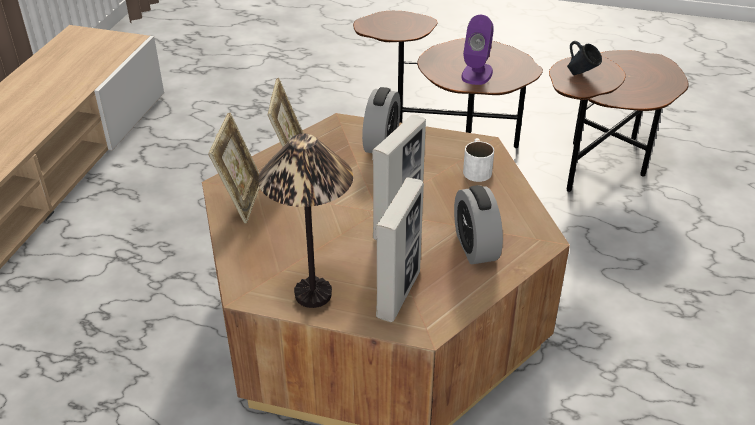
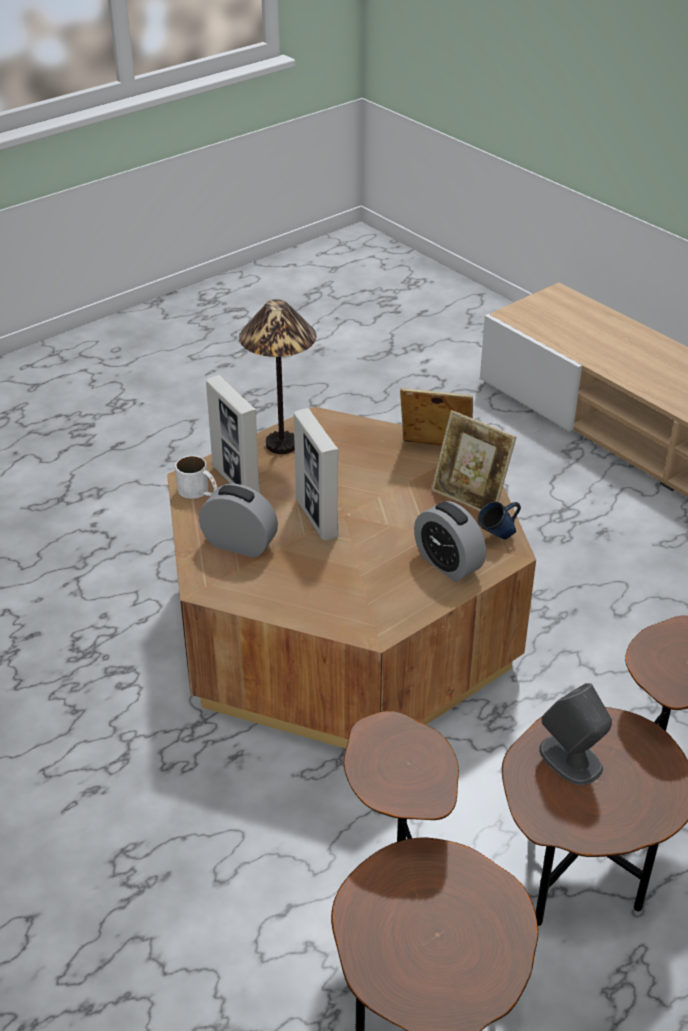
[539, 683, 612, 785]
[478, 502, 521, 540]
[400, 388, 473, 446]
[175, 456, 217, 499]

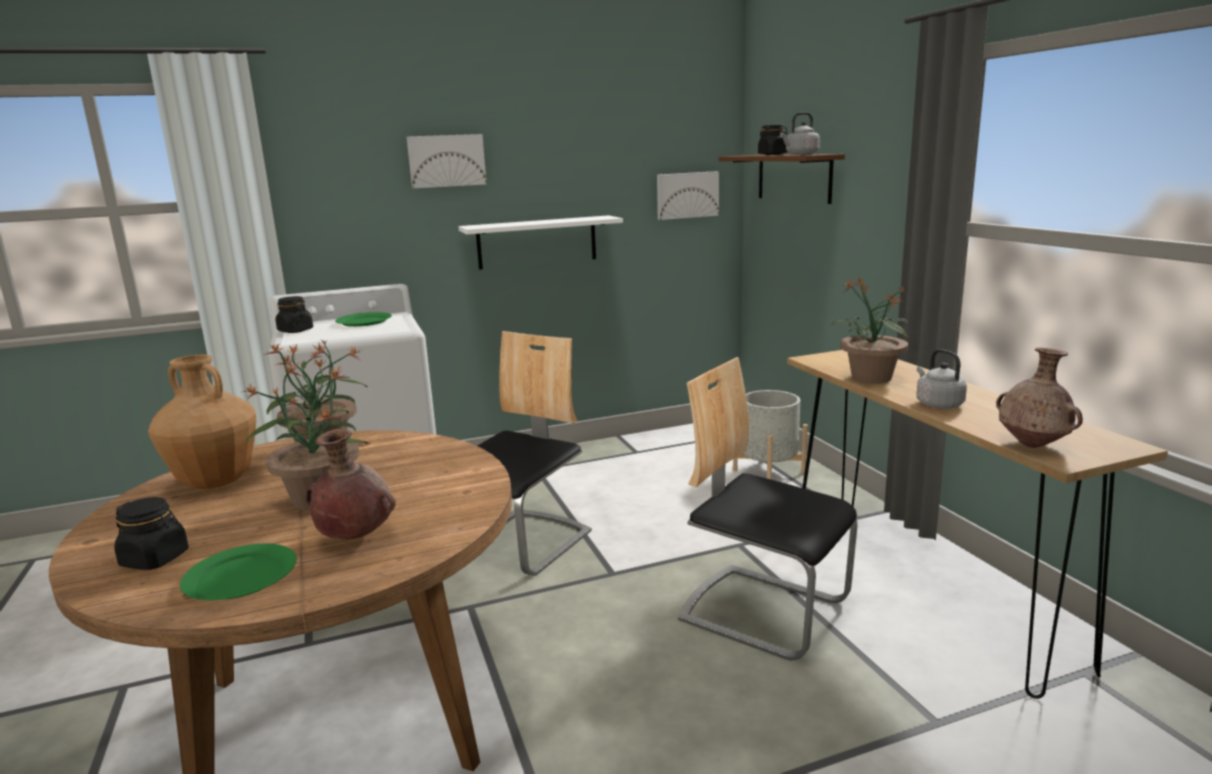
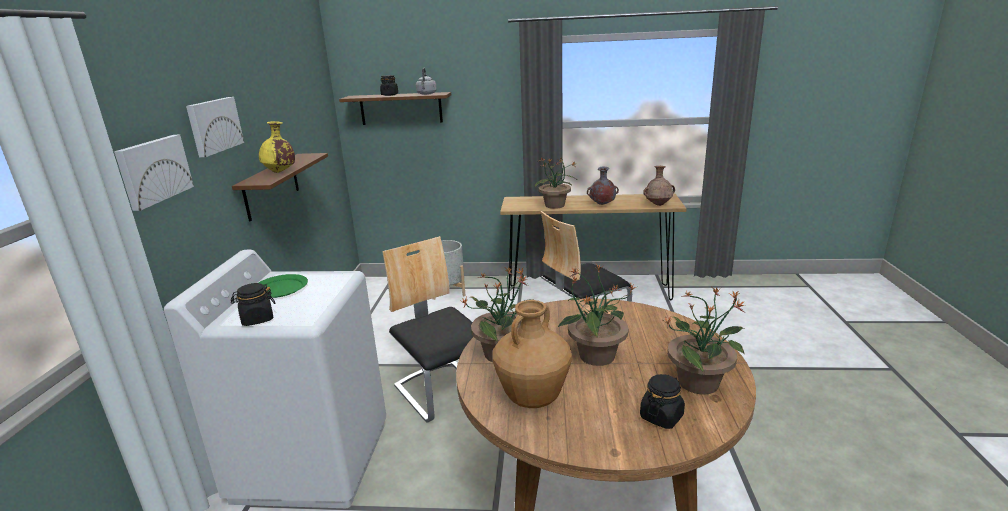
[114, 135, 194, 211]
[232, 153, 328, 221]
[587, 166, 619, 205]
[306, 429, 396, 539] (first image)
[663, 288, 745, 395]
[259, 121, 295, 173]

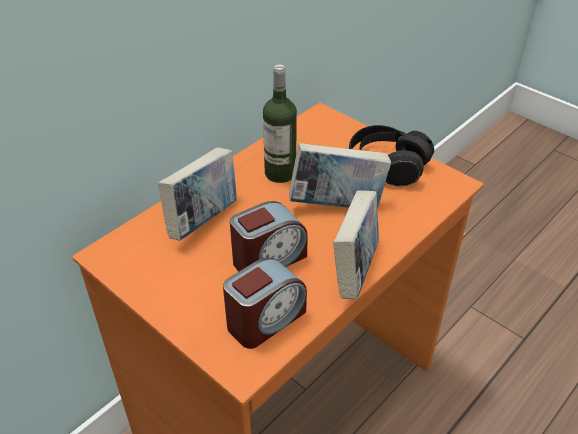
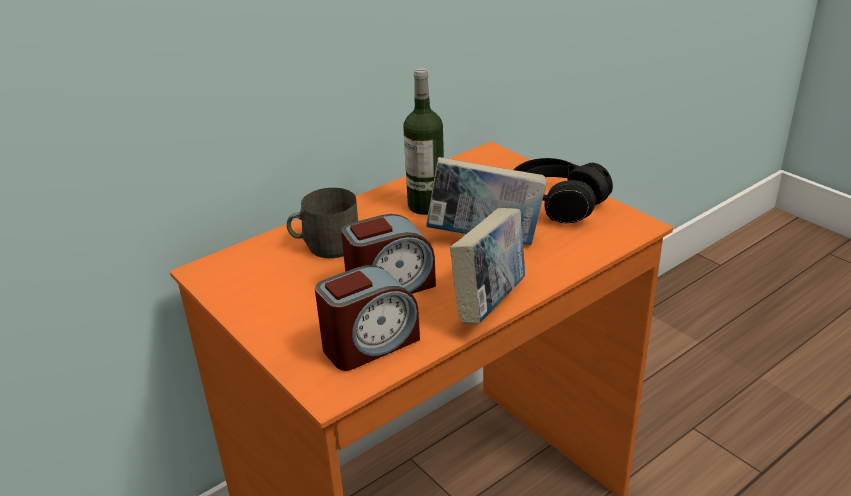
[287, 188, 358, 258]

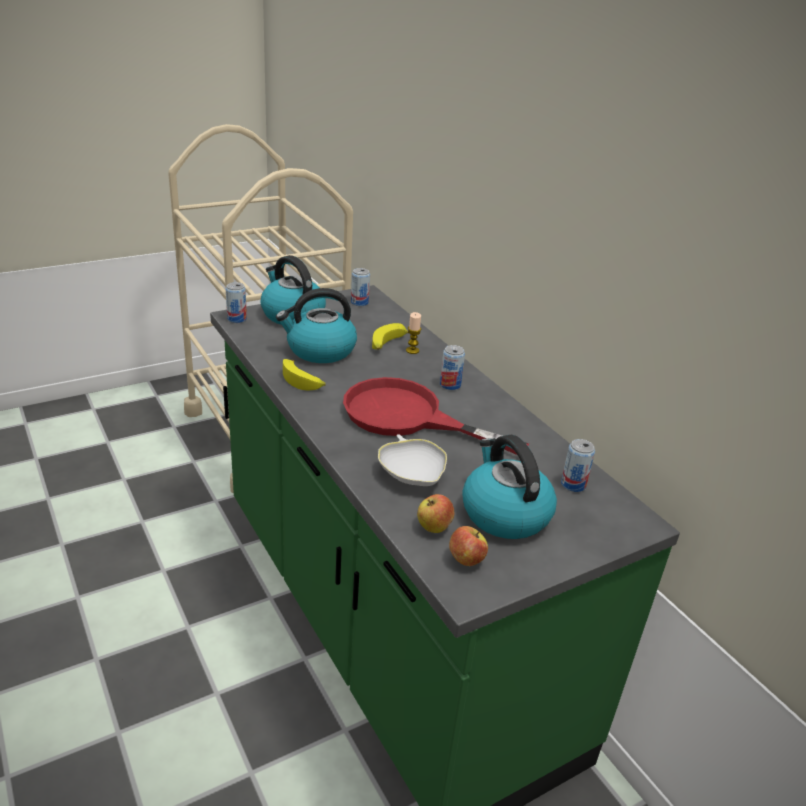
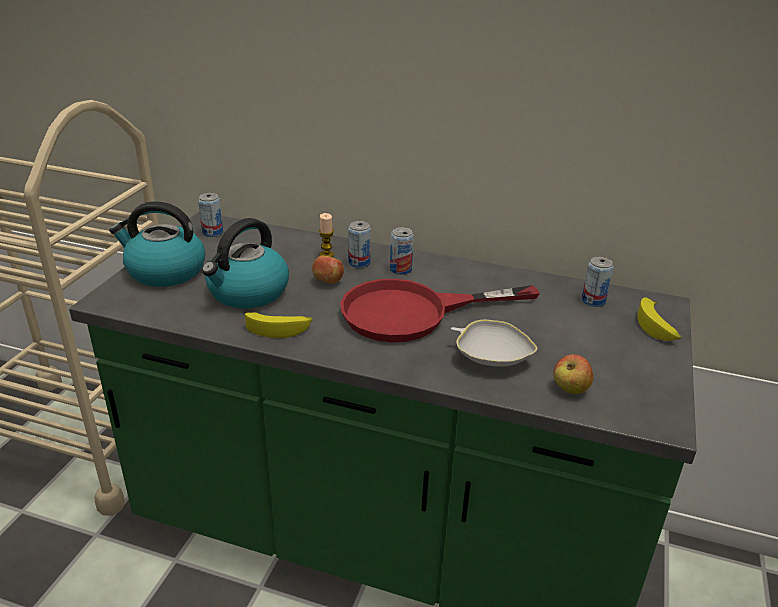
[348, 221, 371, 268]
[637, 297, 681, 341]
[462, 435, 557, 539] (first image)
[312, 254, 344, 284]

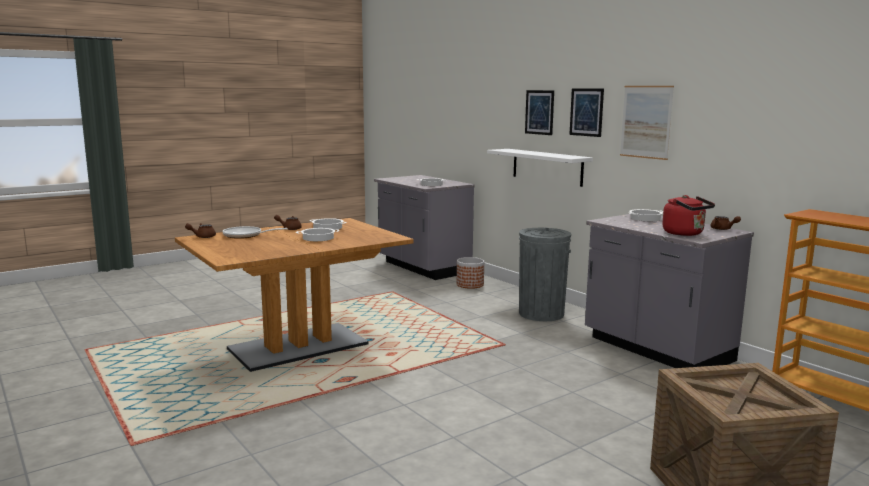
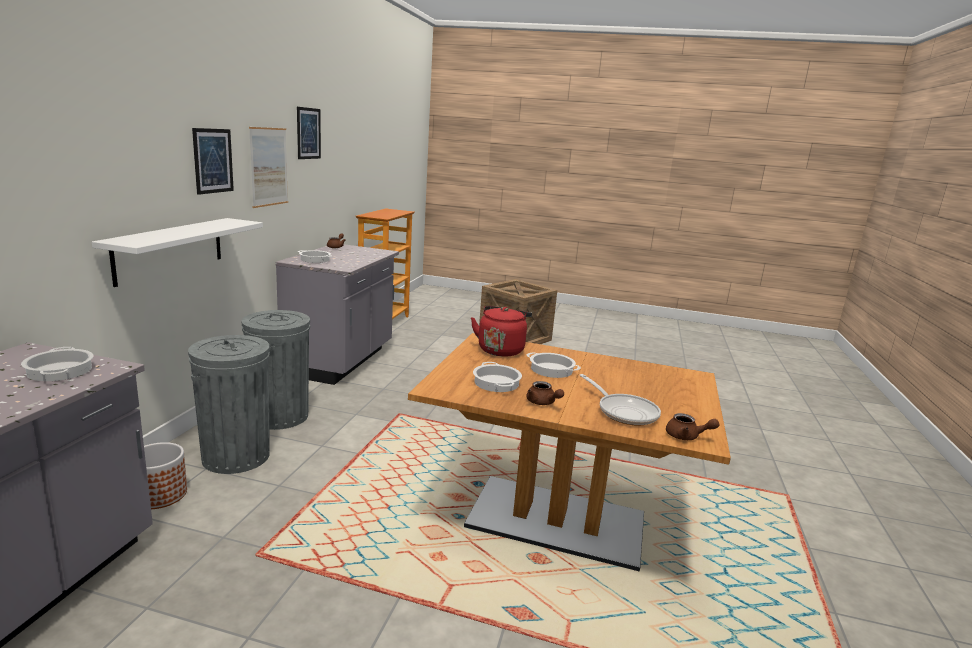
[297, 107, 321, 159]
[471, 306, 532, 357]
[188, 335, 270, 474]

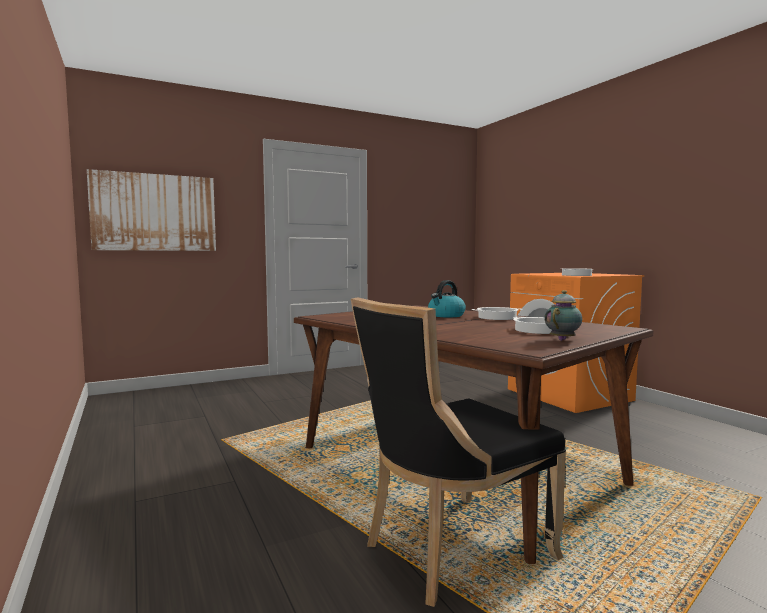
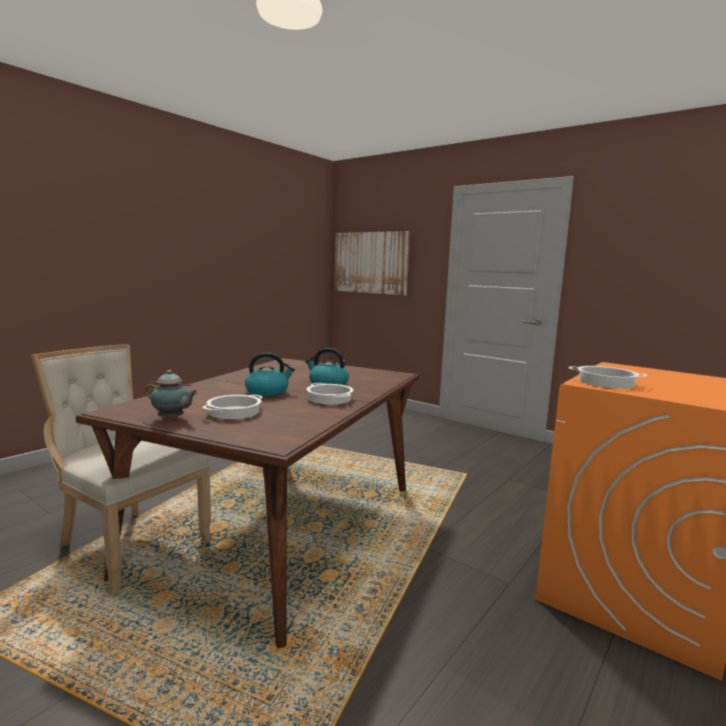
[31, 344, 213, 595]
[245, 352, 295, 397]

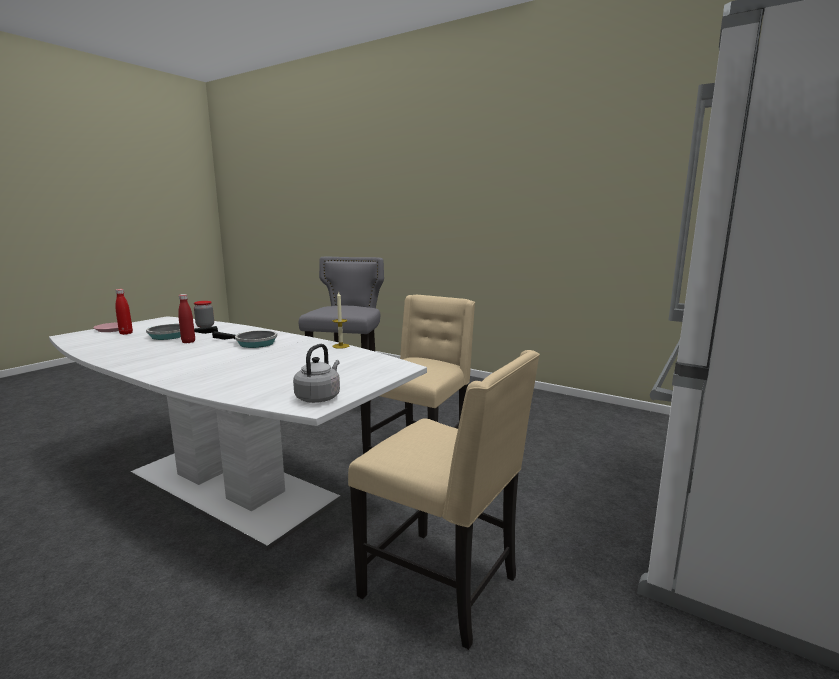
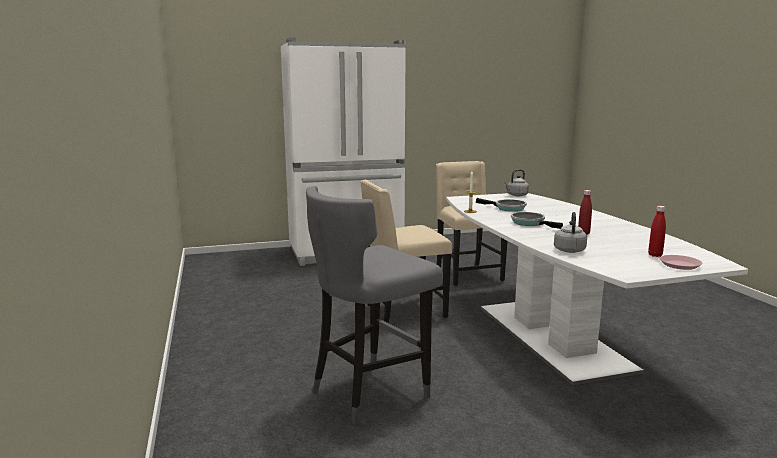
[554, 212, 587, 253]
[476, 198, 527, 212]

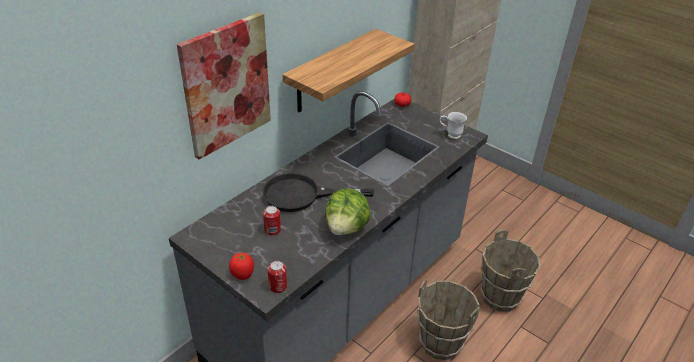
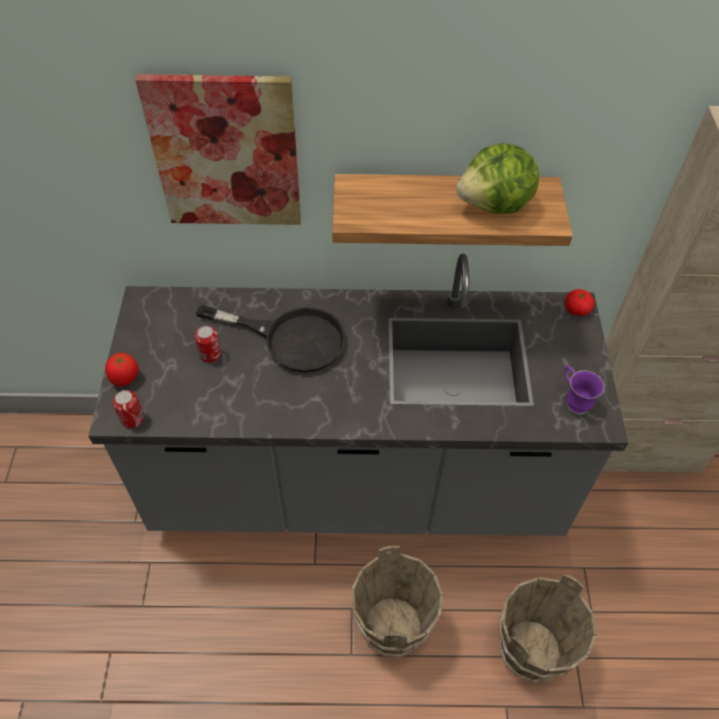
[564, 365, 604, 415]
[196, 305, 346, 373]
[456, 143, 539, 214]

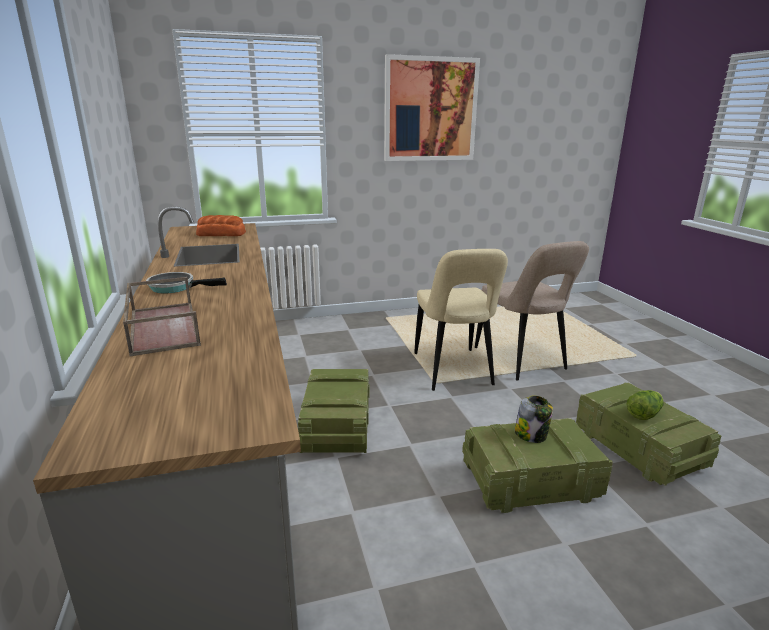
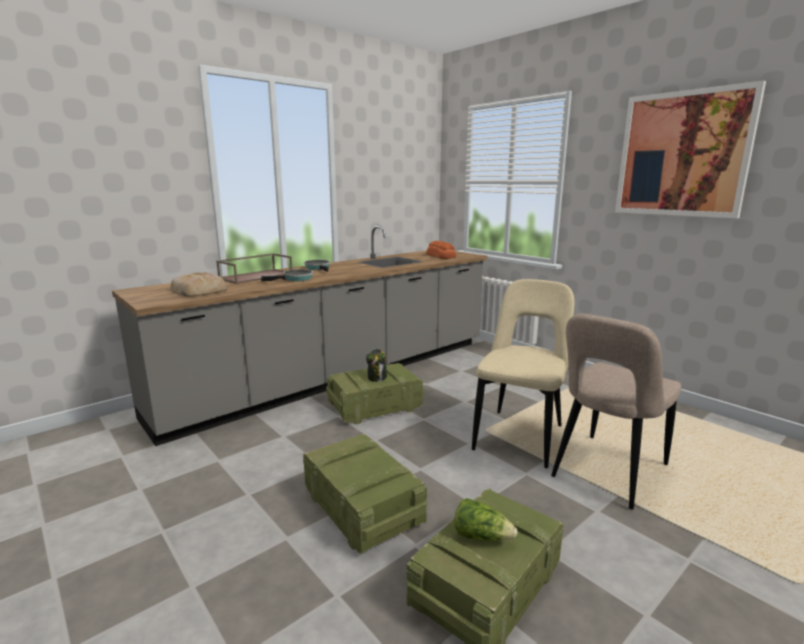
[472, 279, 575, 468]
[366, 348, 387, 382]
[261, 269, 314, 282]
[170, 272, 227, 297]

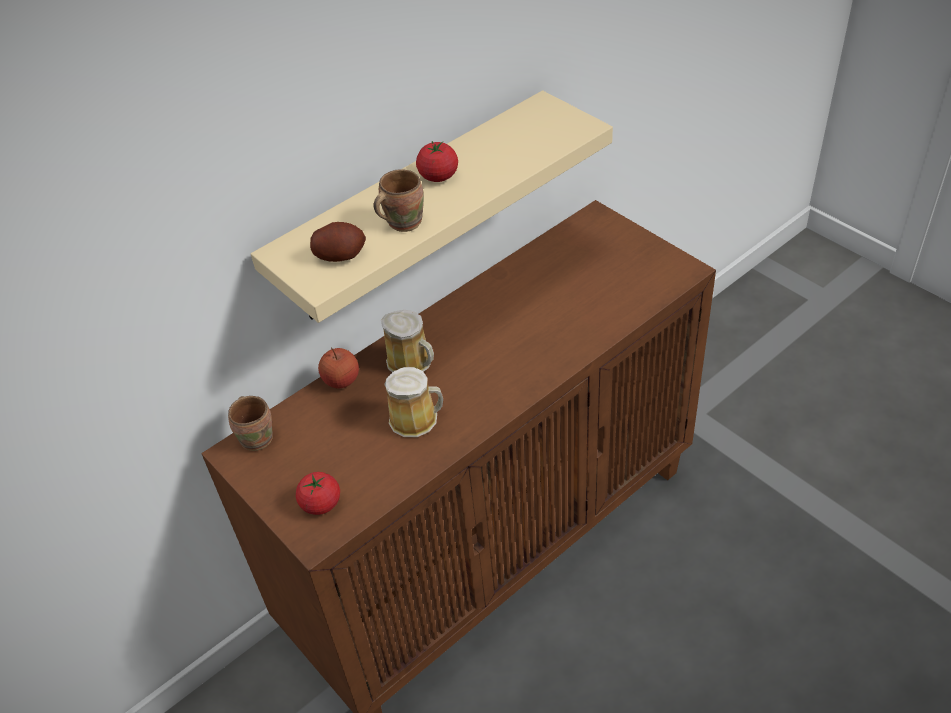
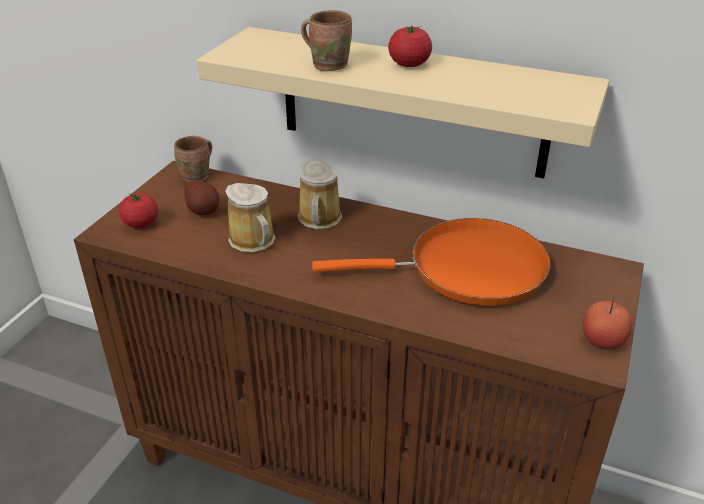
[184, 180, 219, 215]
[582, 297, 632, 349]
[312, 218, 551, 305]

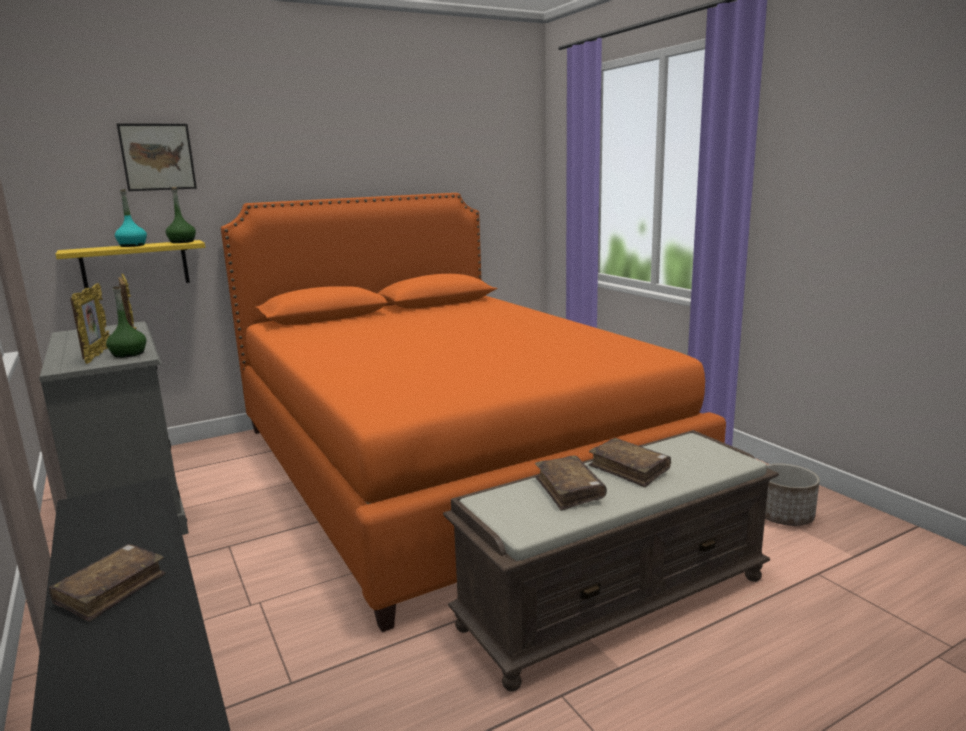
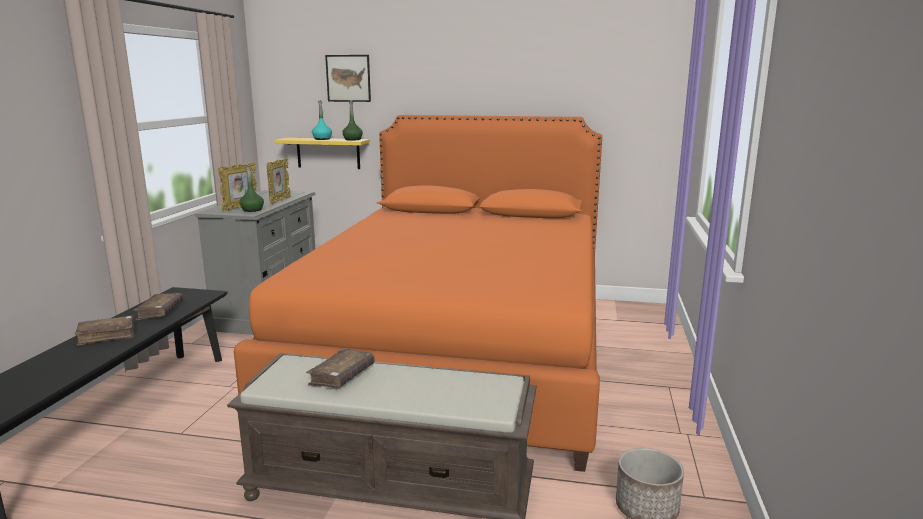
[133, 293, 183, 320]

